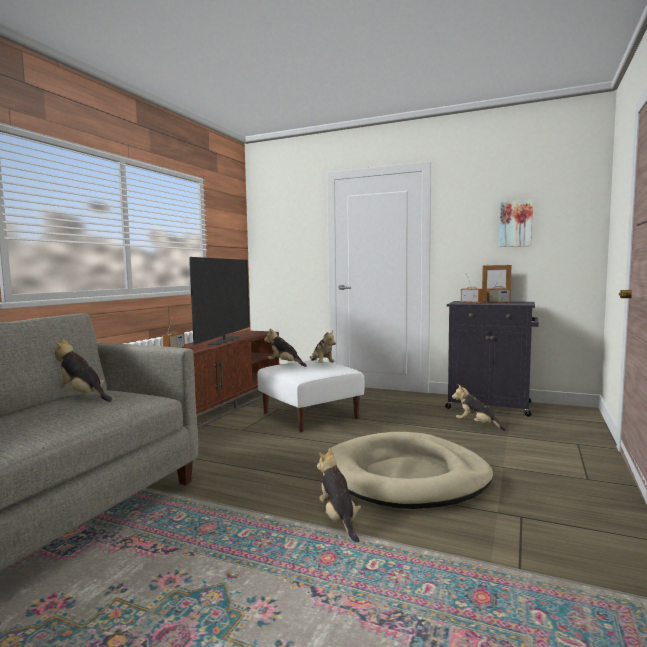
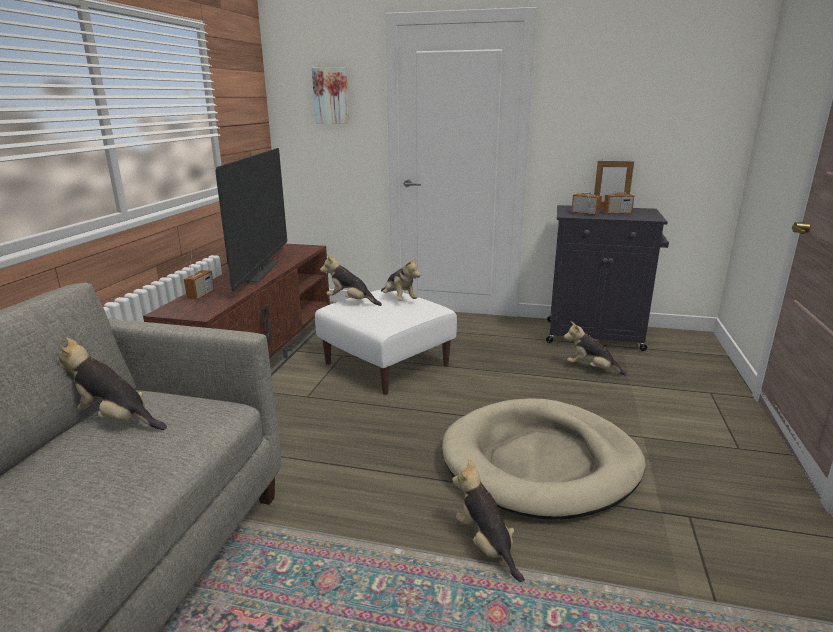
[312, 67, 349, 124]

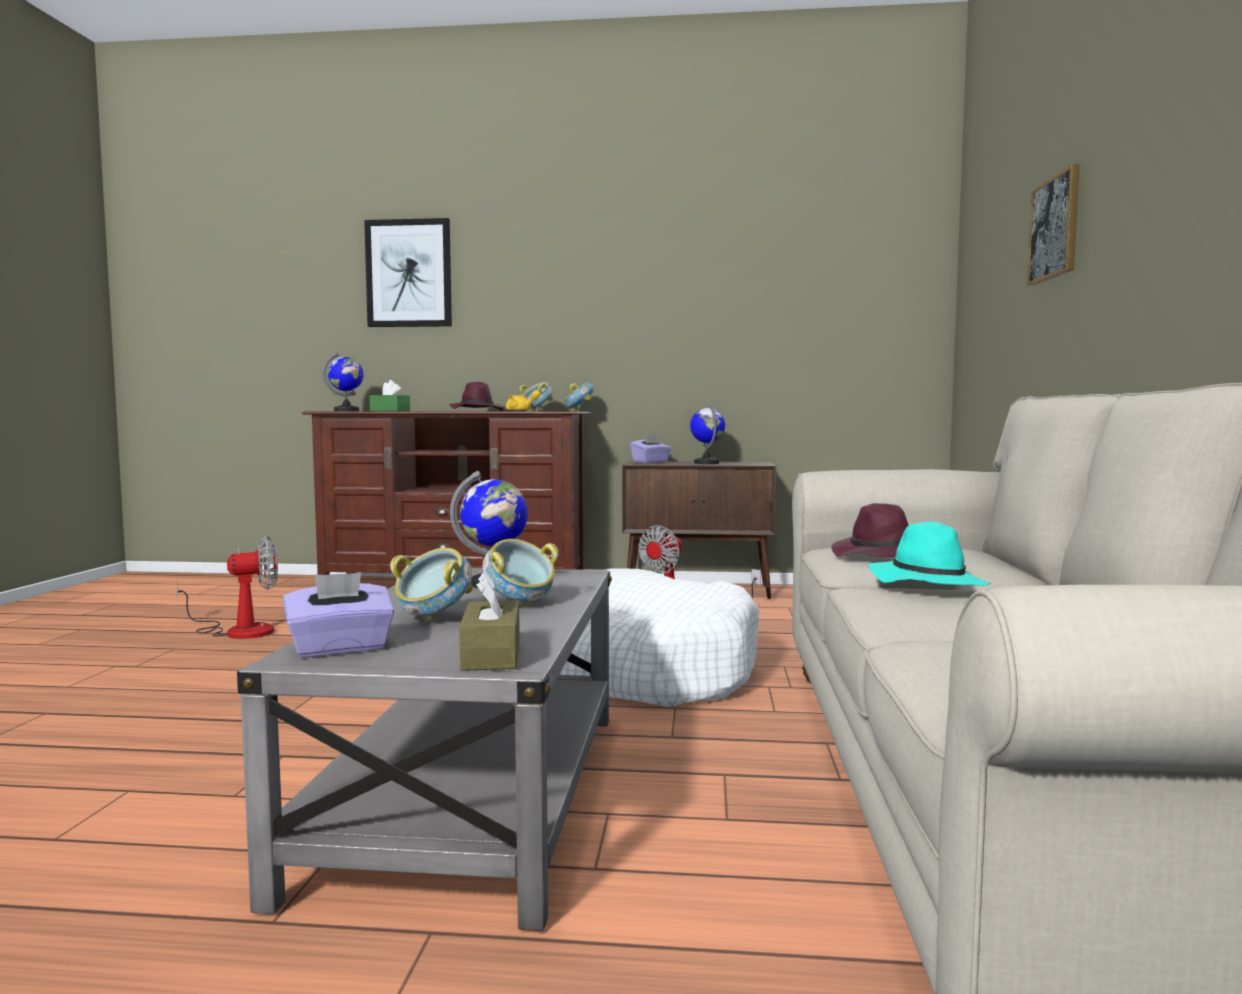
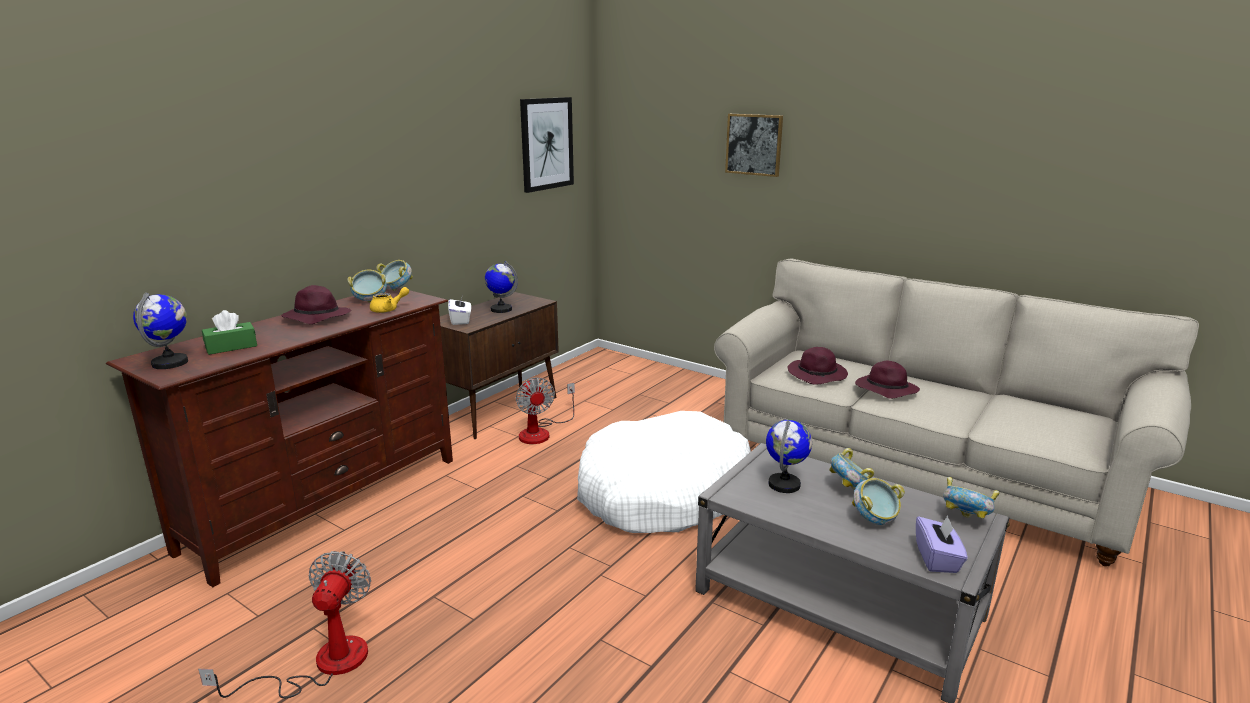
[520, 97, 574, 193]
[448, 298, 471, 325]
[855, 361, 920, 399]
[943, 477, 999, 519]

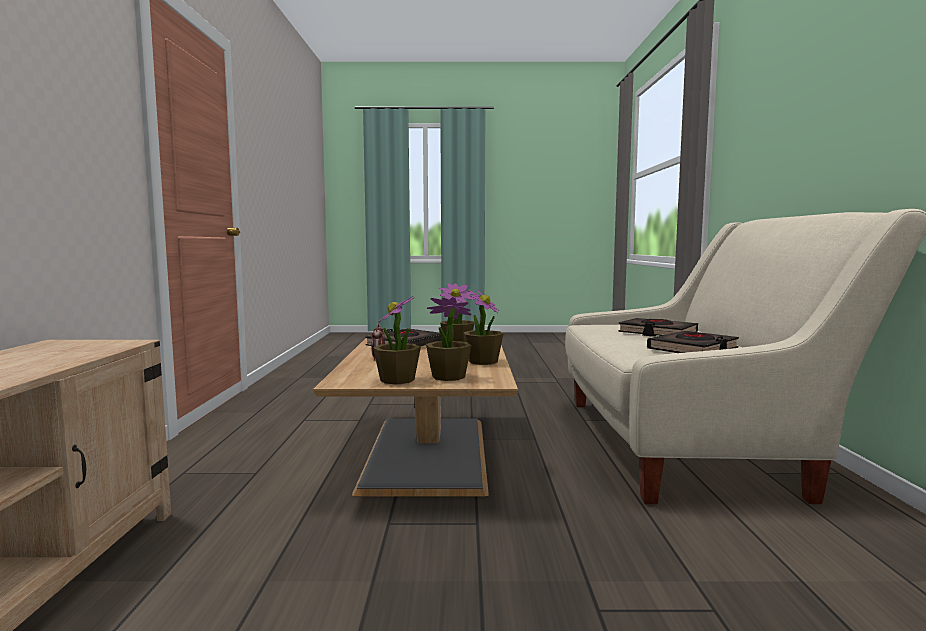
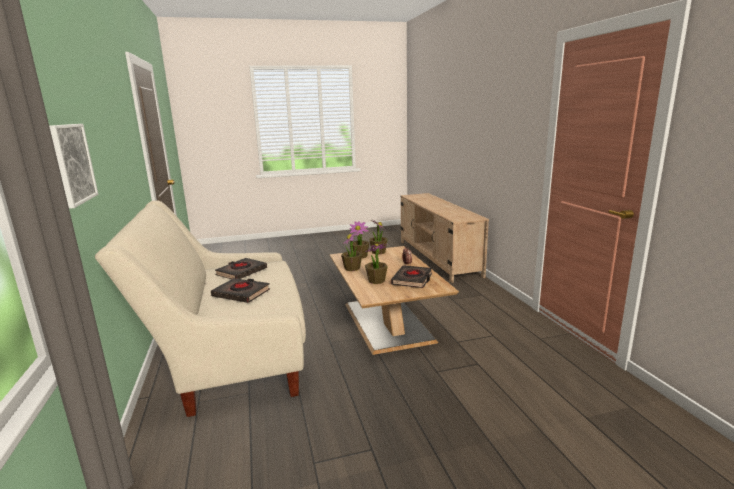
[49, 124, 98, 209]

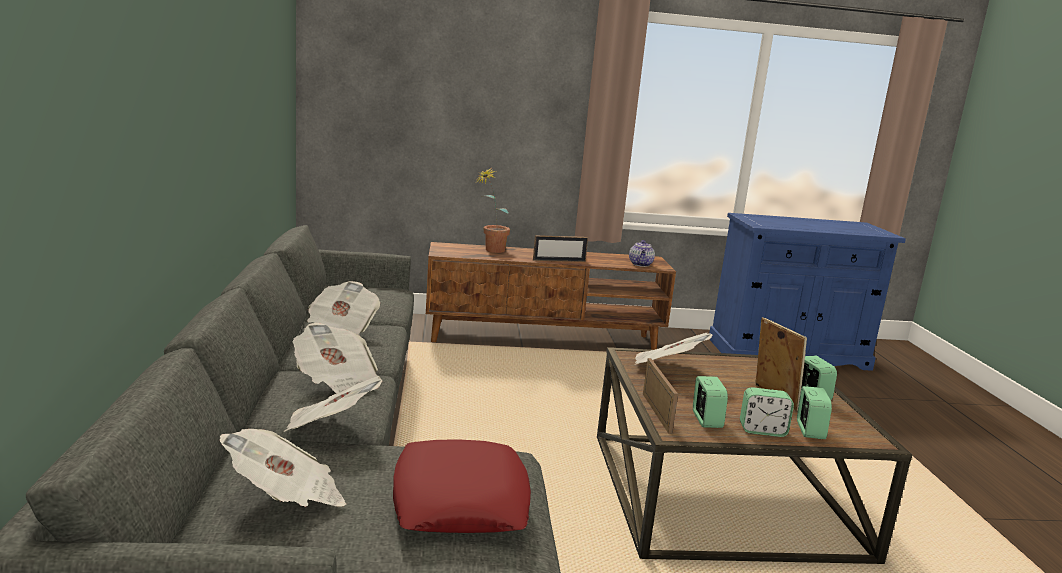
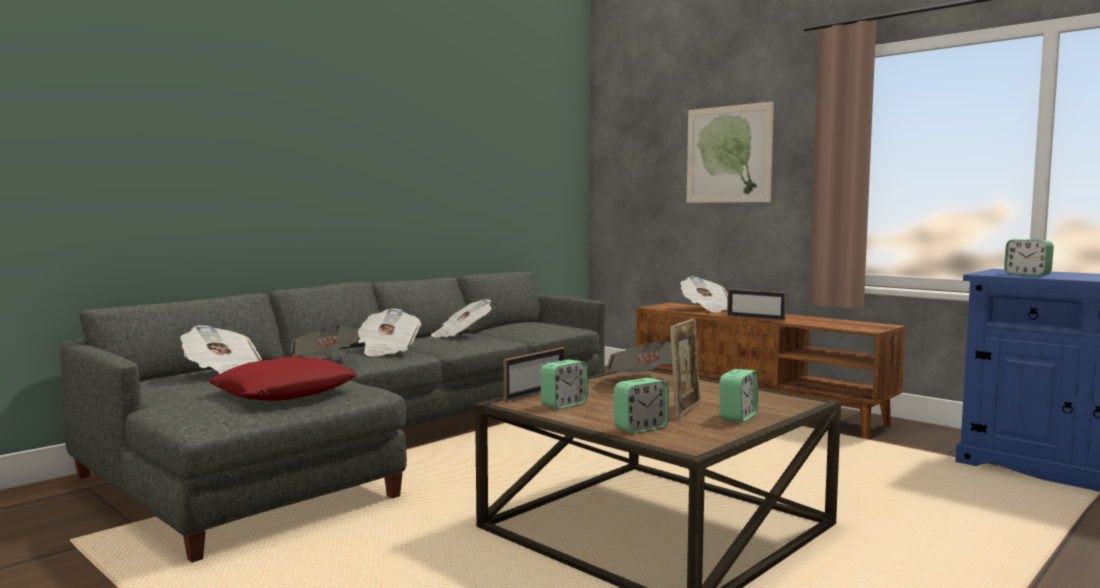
[680, 276, 728, 313]
[629, 240, 655, 267] (first image)
[1004, 239, 1054, 276]
[687, 101, 774, 203]

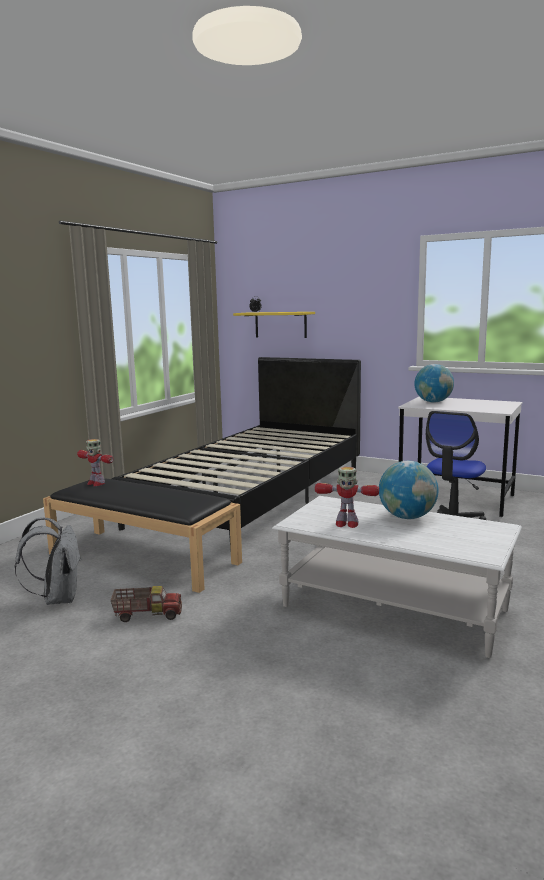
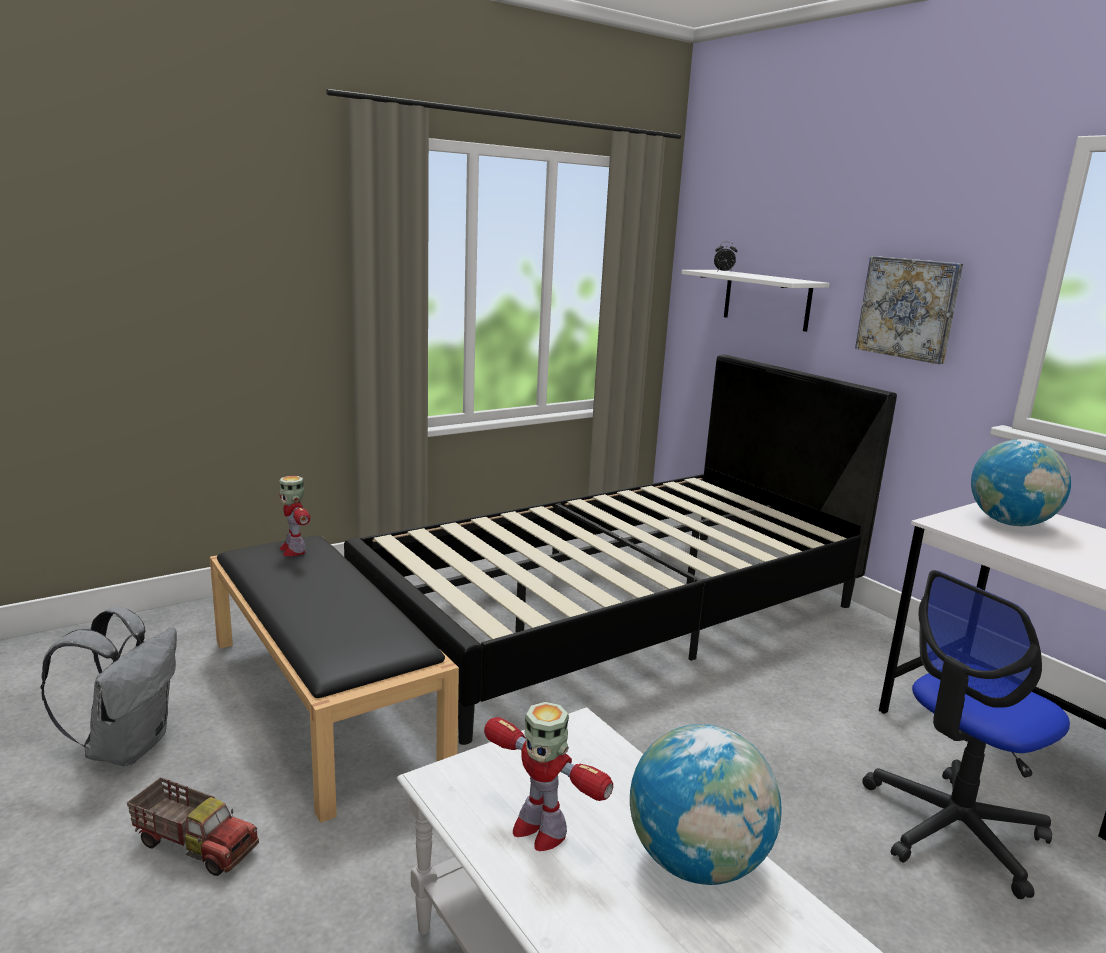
[681, 270, 830, 332]
[855, 256, 963, 364]

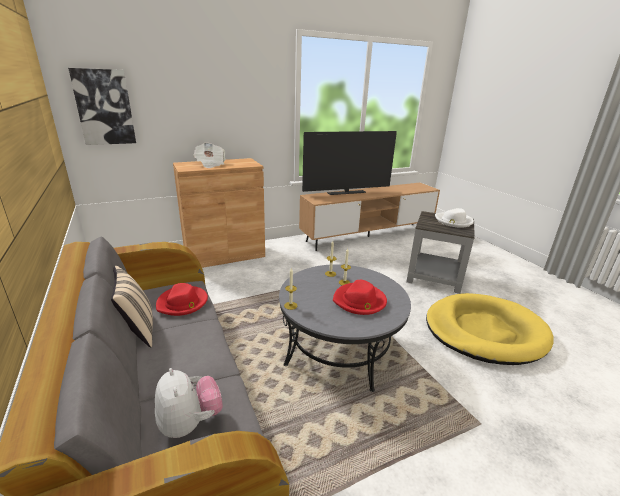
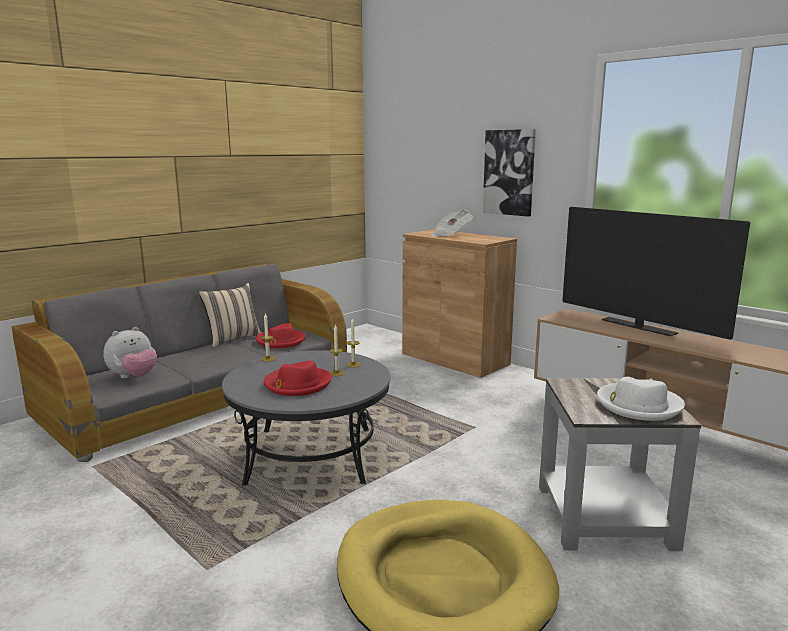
[483, 129, 536, 216]

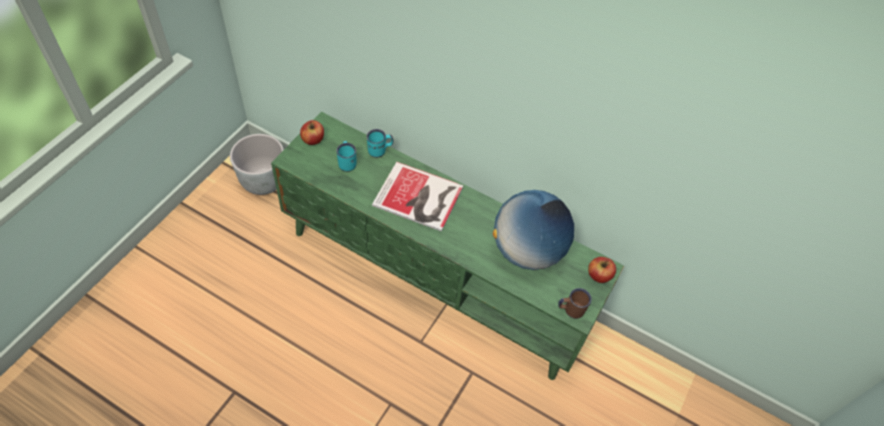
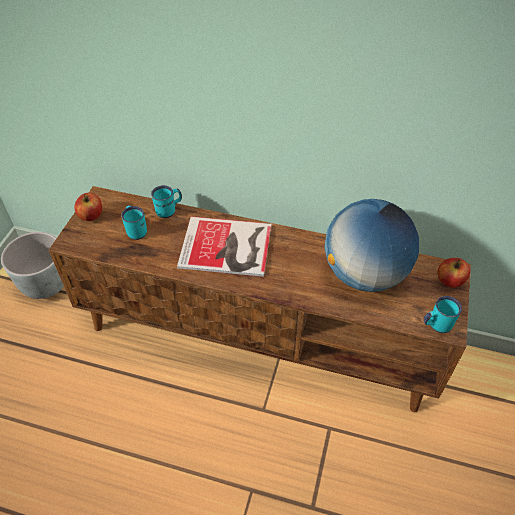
[49, 186, 471, 412]
[423, 296, 462, 333]

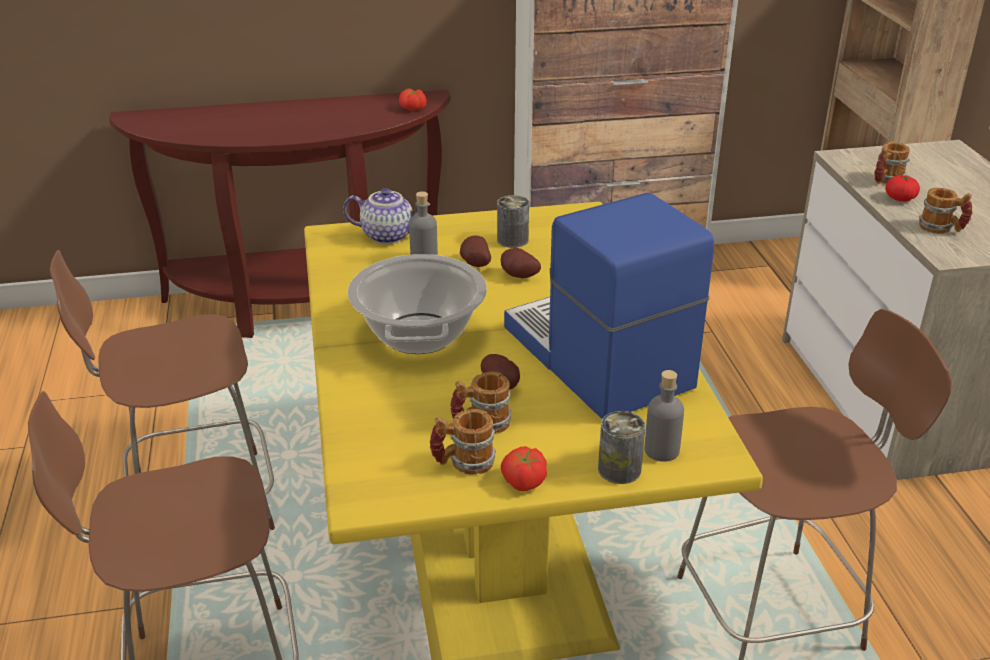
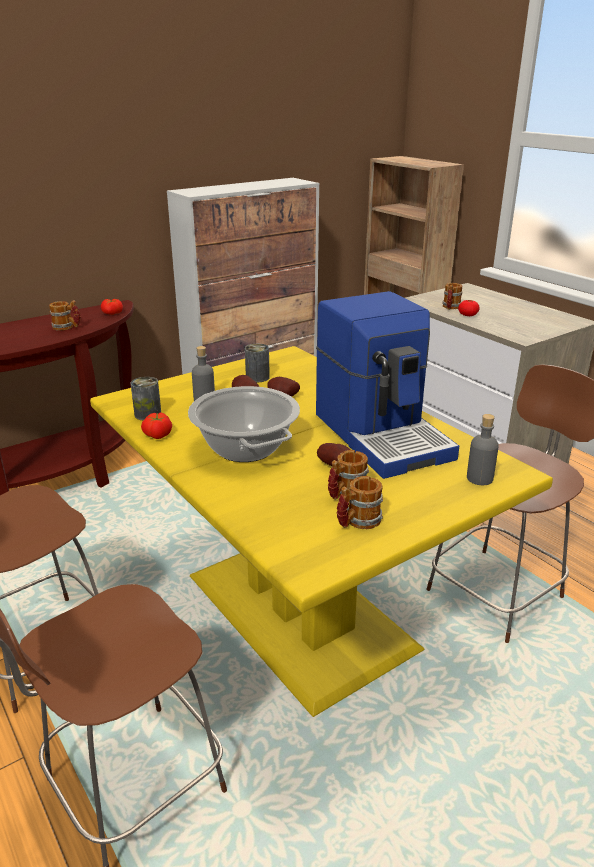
[343, 188, 430, 244] (first image)
[49, 300, 81, 330]
[316, 291, 459, 479]
[131, 377, 161, 420]
[141, 413, 172, 439]

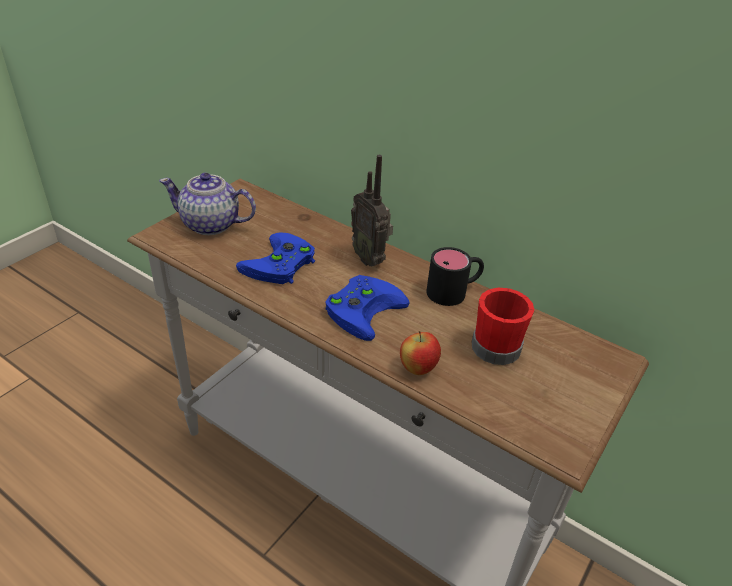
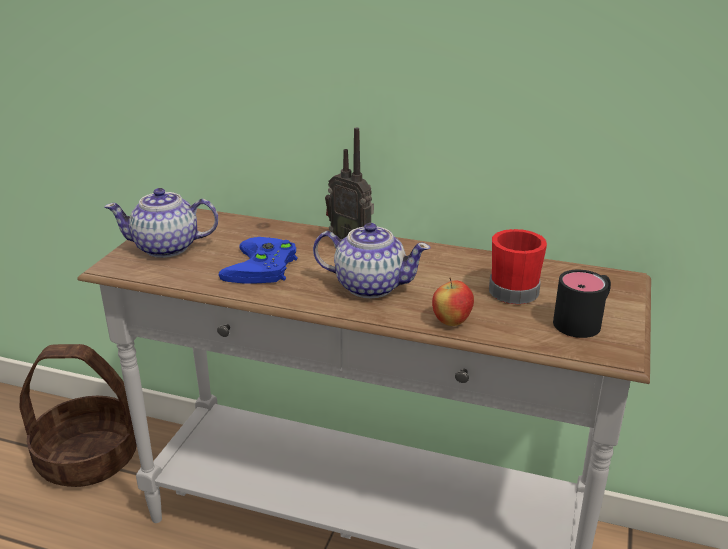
[553, 270, 611, 338]
[313, 223, 430, 298]
[20, 344, 137, 487]

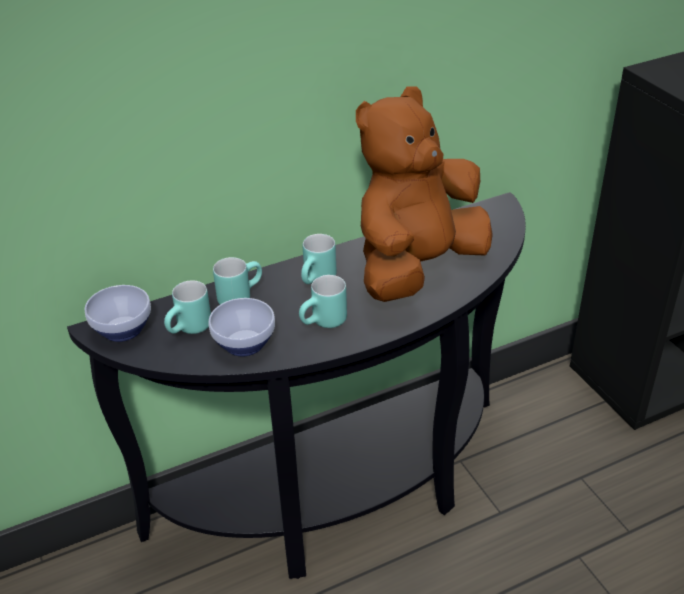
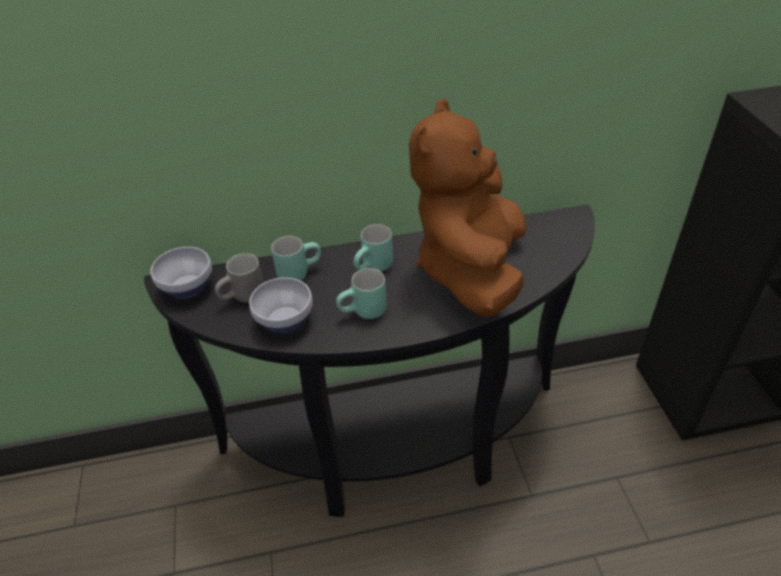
[409, 98, 527, 317]
[215, 253, 264, 303]

